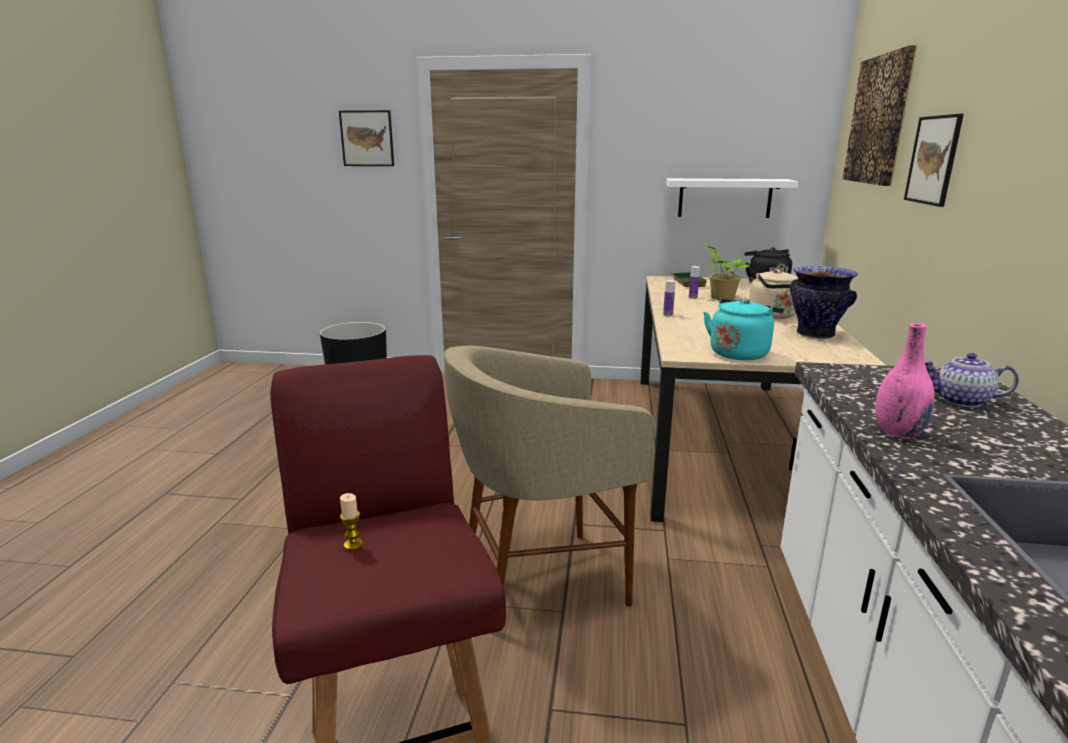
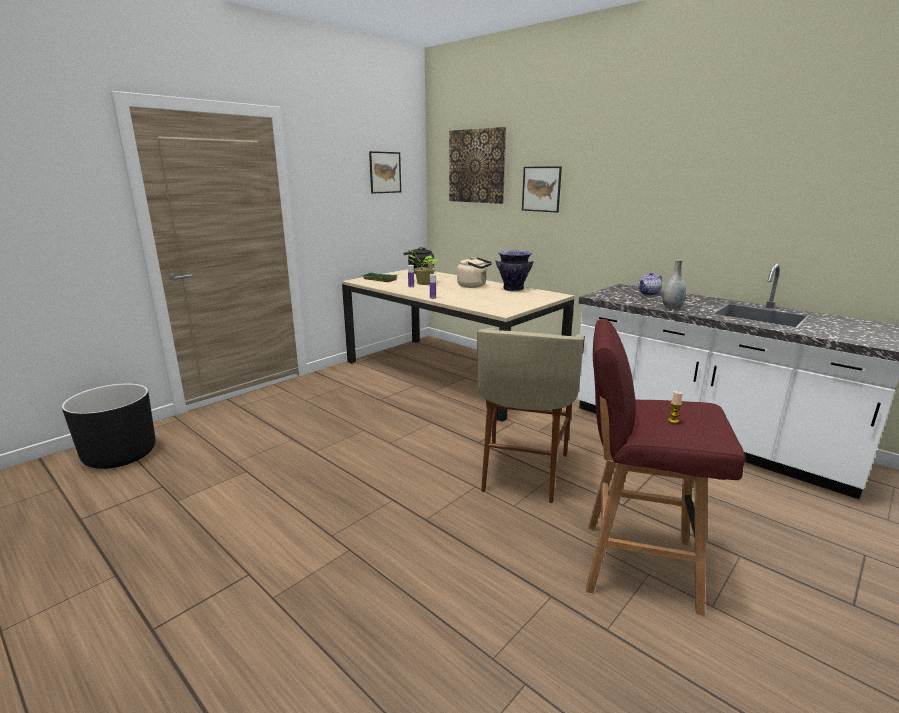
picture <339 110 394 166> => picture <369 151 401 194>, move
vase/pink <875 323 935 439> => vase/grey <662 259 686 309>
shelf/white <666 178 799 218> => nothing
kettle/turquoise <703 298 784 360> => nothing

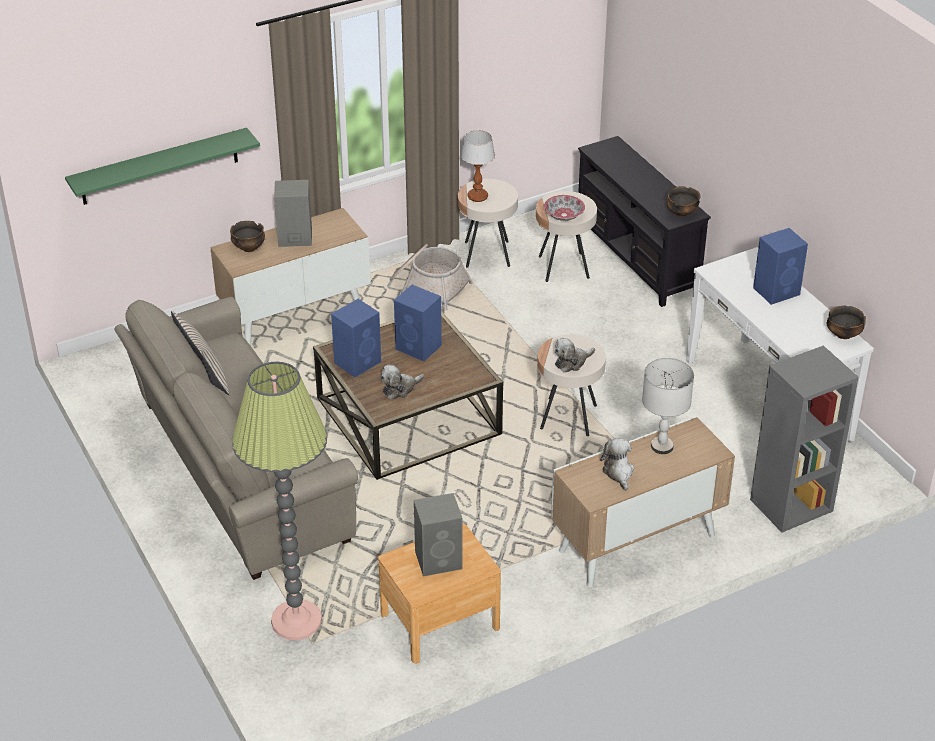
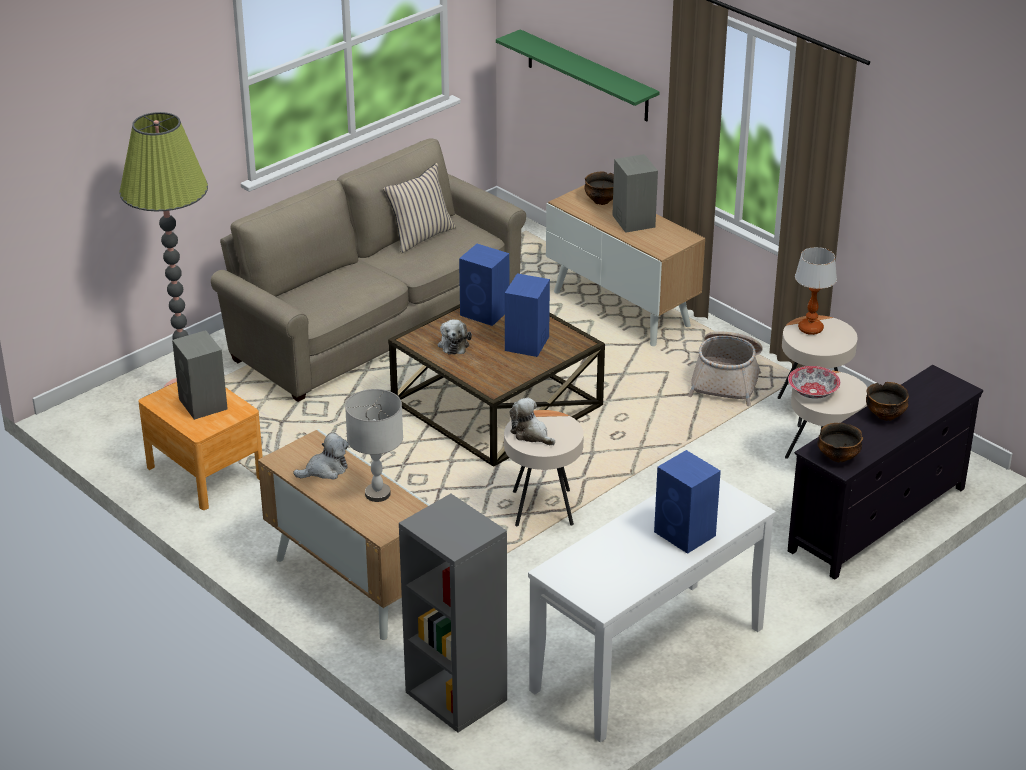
plush toy <381 365 424 400> => plush toy <438 319 472 355>, 135 degrees counterclockwise
bowl <826 306 866 339> => bowl <866 382 909 421>, move

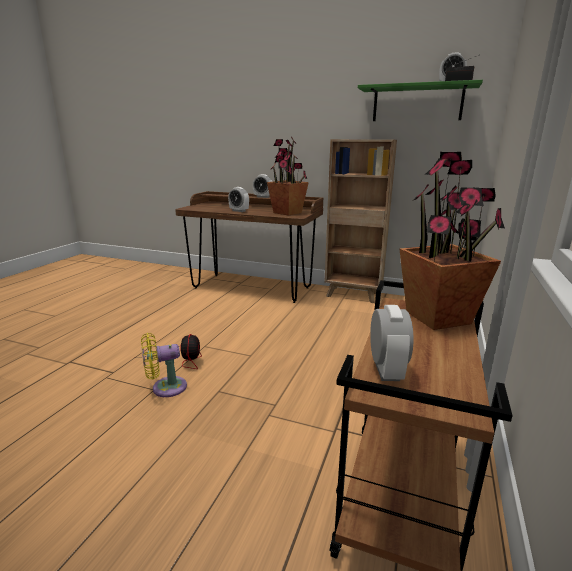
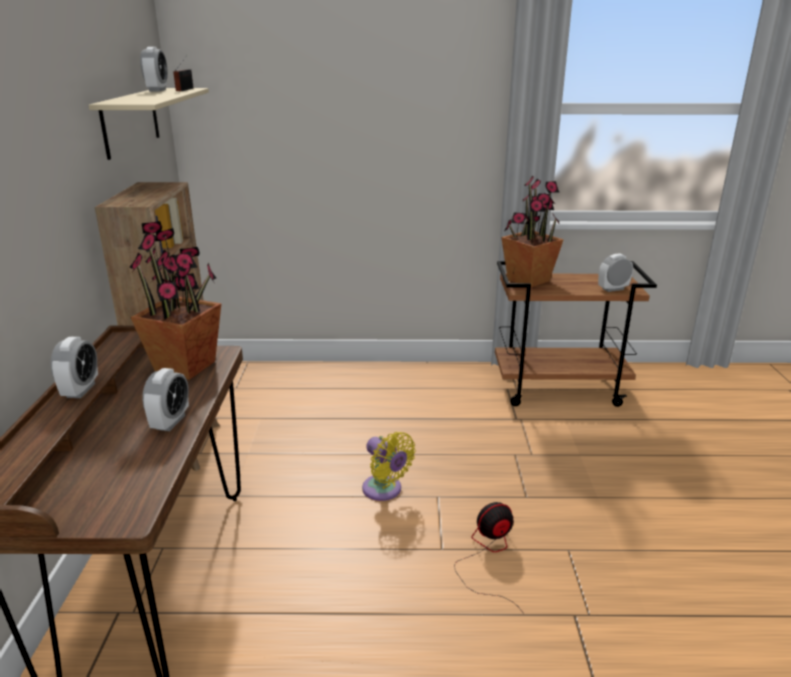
shelf/green <358 80 483 121> => shelf/beige <88 88 209 160>
fan/yellow <141 333 187 397> => fan/yellow <362 432 416 501>, move

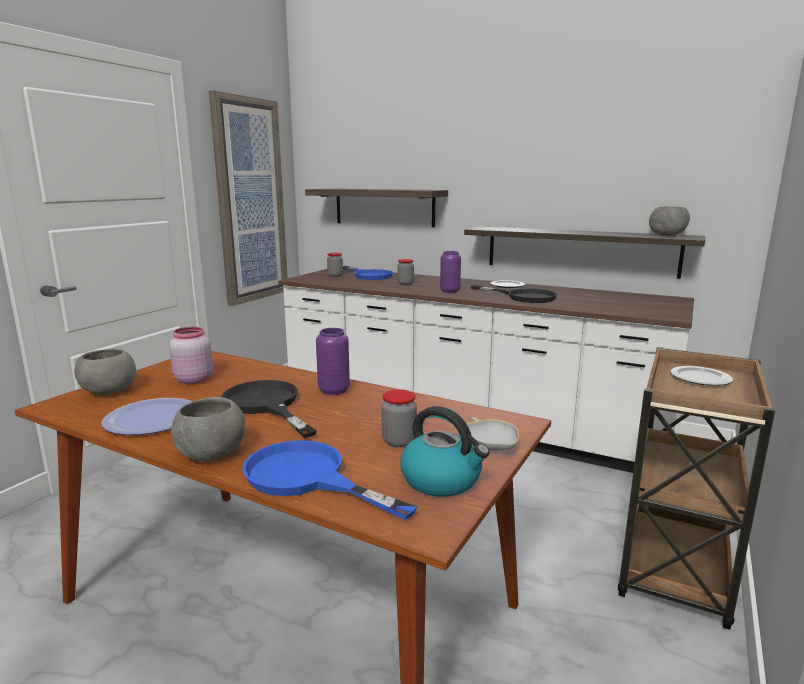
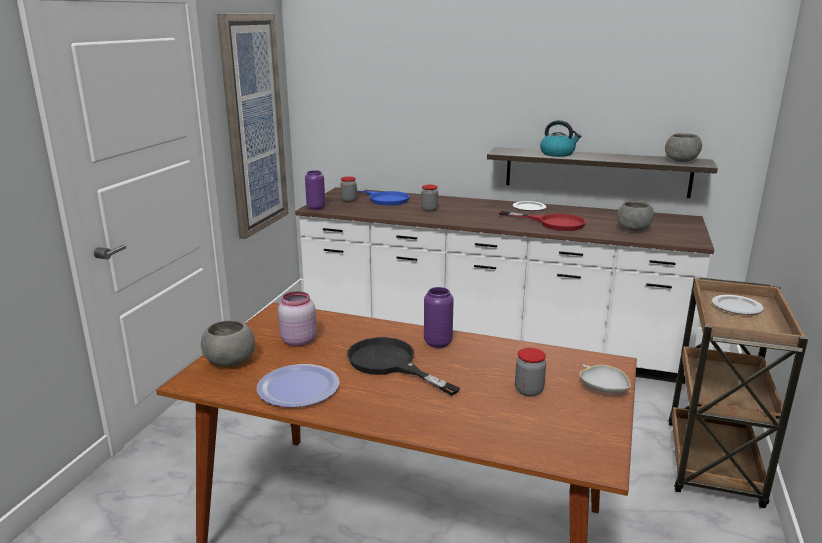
vase/purple <440 251 461 293> => vase/purple <305 170 325 210>, move
frying pan/black <470 285 557 303> => frying pan/red <499 211 586 231>
kettle <400 406 490 497> => kettle <540 120 581 157>, move
bowl/grey <171 397 245 462> => bowl/grey <617 201 654 231>, move
frying pan/blue <242 440 418 520> => nothing
shelf <305 189 448 227> => nothing

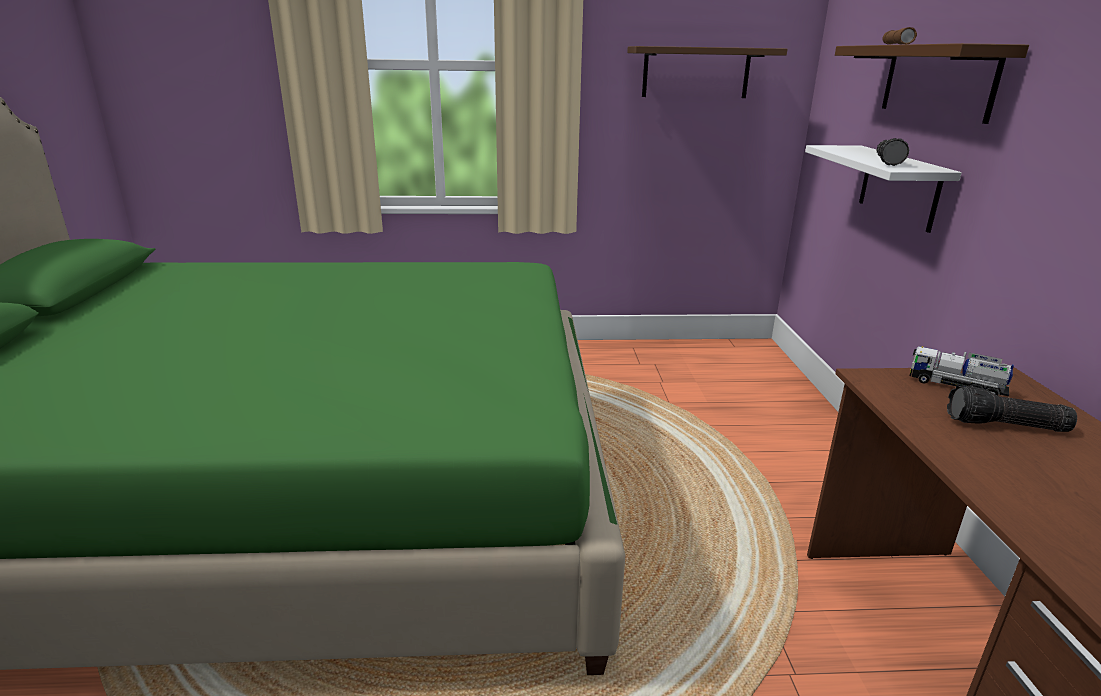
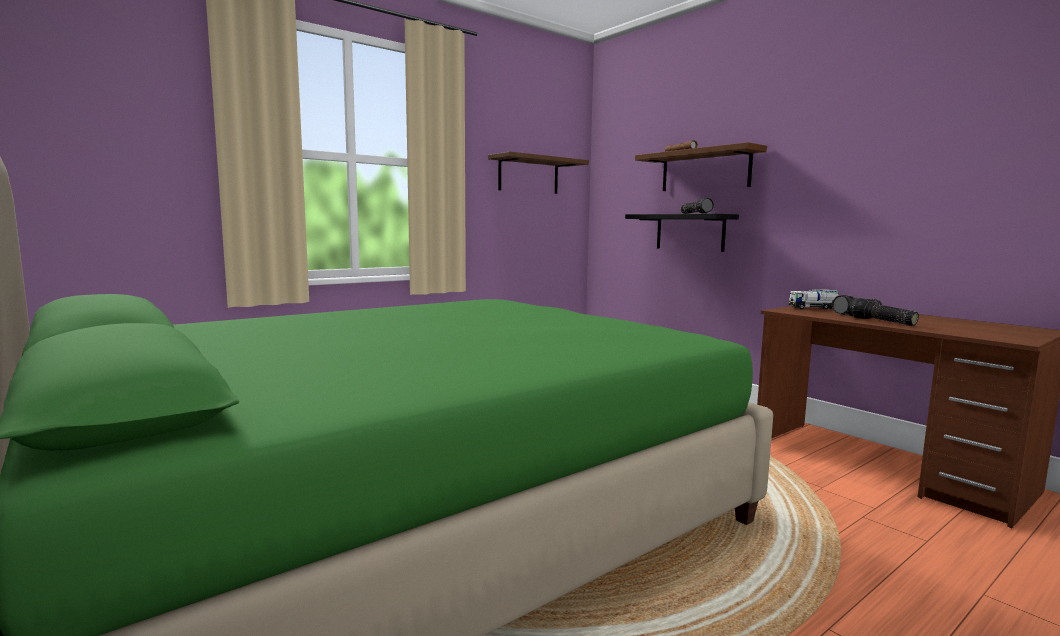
shelf/white <805 145 962 233> => shelf/black <625 214 739 252>
nothing => flashlight <848 298 919 326>

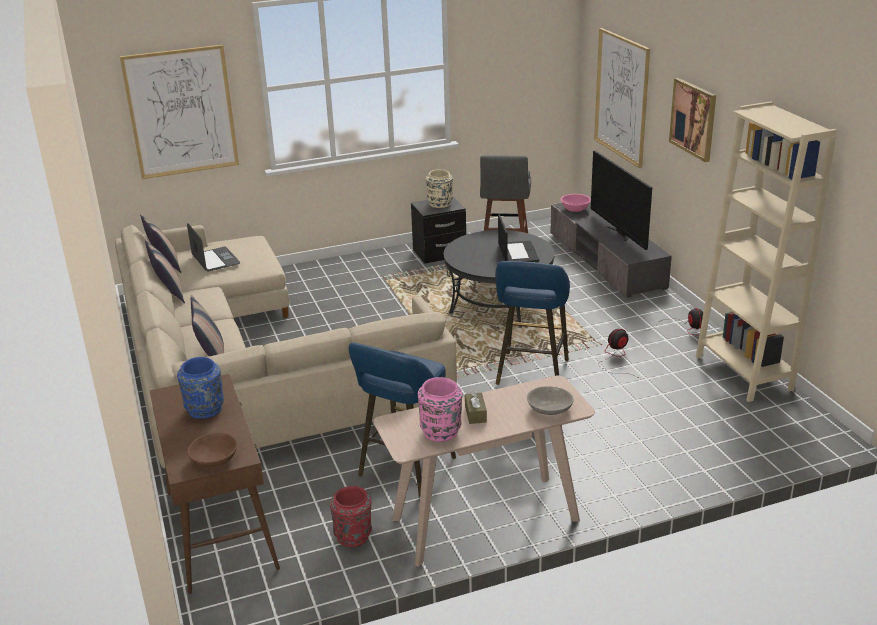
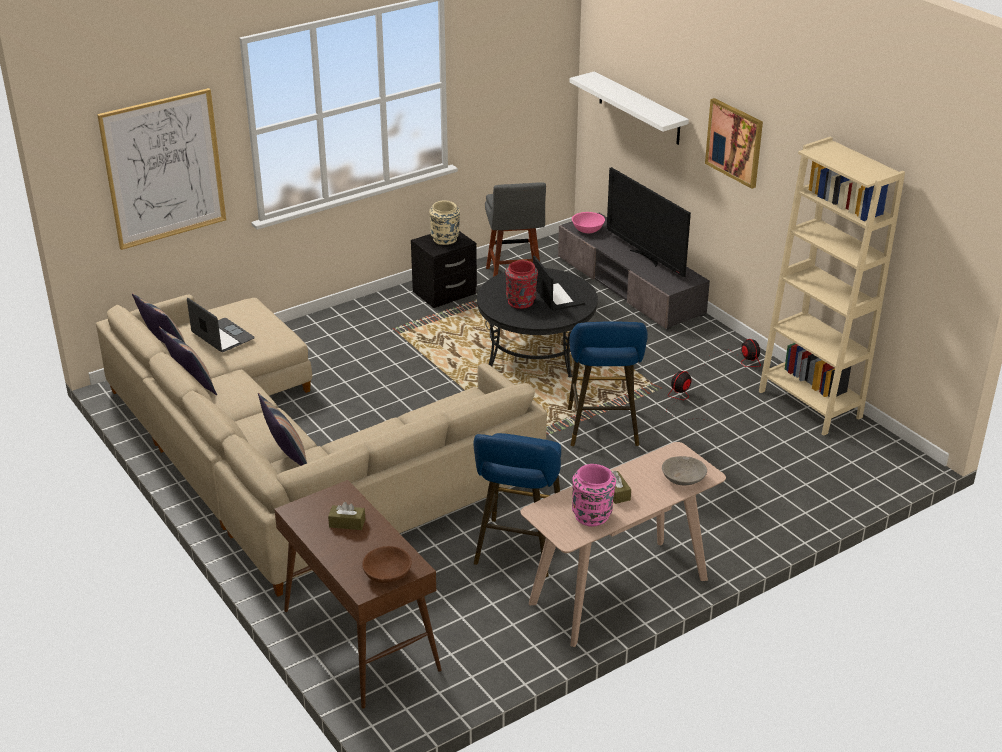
vase/blue <177 357 224 419> => tissue box/brown <328 502 365 530>
vase/red <330 486 372 547> => vase/red <505 260 538 309>, move
picture <594 28 650 168> => shelf/white <569 71 689 145>

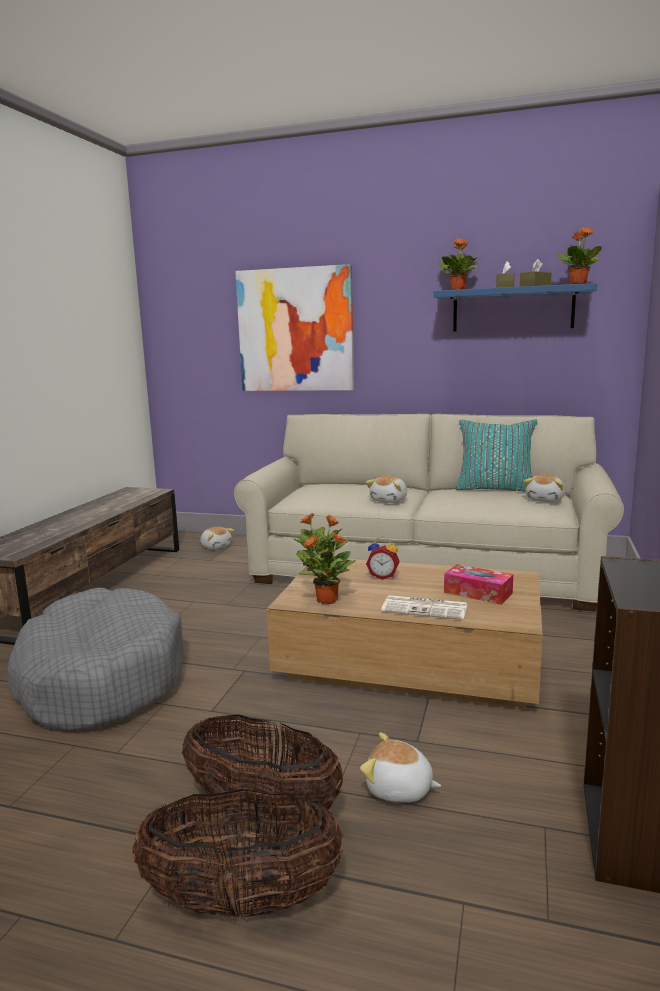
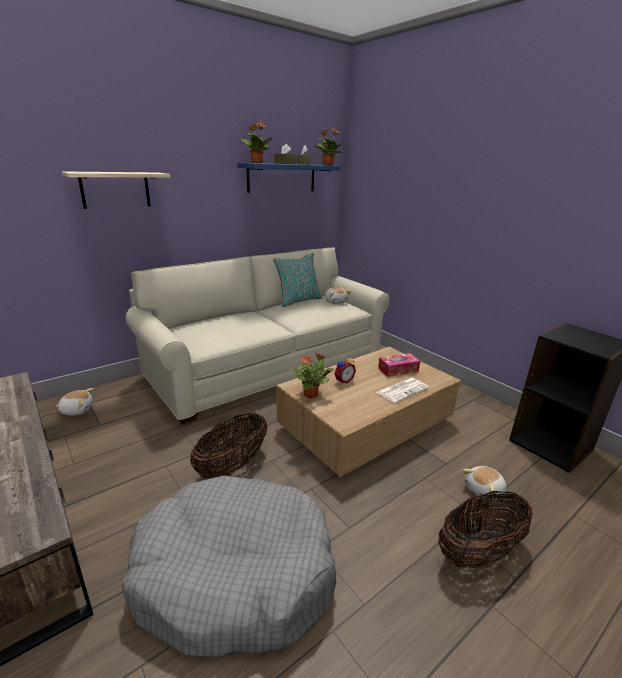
picture <235 264 354 391> => shelf <62 171 170 209>
basket <132 789 344 918> => basket <190 413 267 479>, move
potted plant <297 532 356 604> => nothing
plush toy <366 476 407 503> => nothing

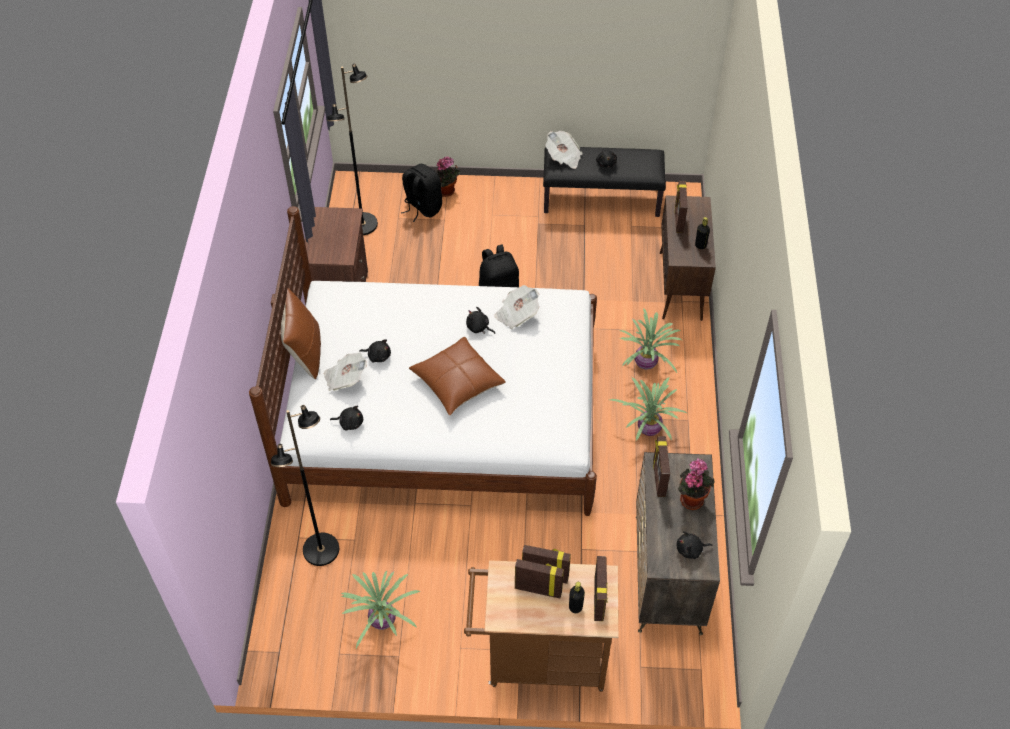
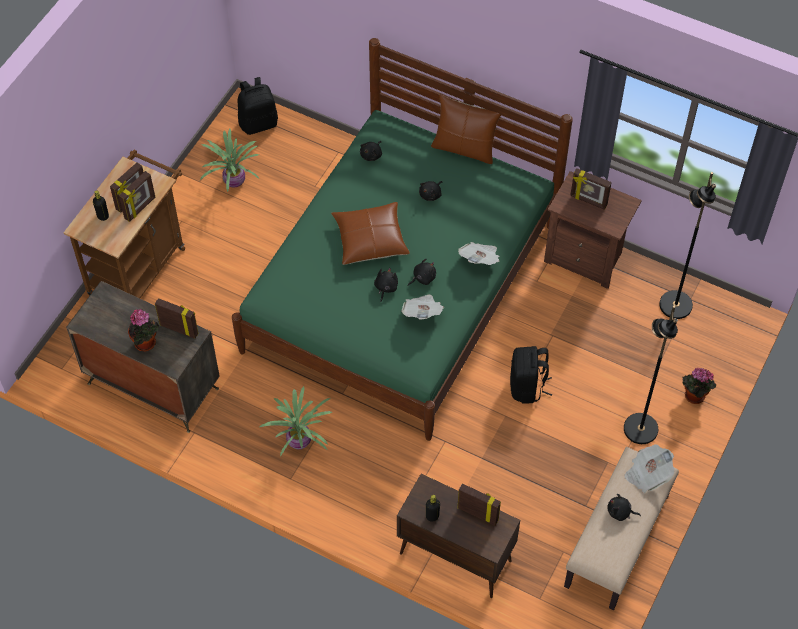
bed/white <249 206 597 516> => bed/green <232 38 573 441>
backpack/black <401 164 442 222> => backpack/black <238 77 278 135>, move
plush toy/black <677 531 713 559> => plush toy/black <374 268 398 302>, move
newspaper <324 352 367 391> => newspaper <458 242 500 265>, move
bench/black <543 147 666 217> => bench/beige <564 447 679 610>
picture frame <594 556 608 621> => picture frame <570 168 612 210>, move
floor lamp/black <271 405 339 566> => floor lamp/black <624 305 678 444>, move
potted plant <619 308 682 373> => nothing

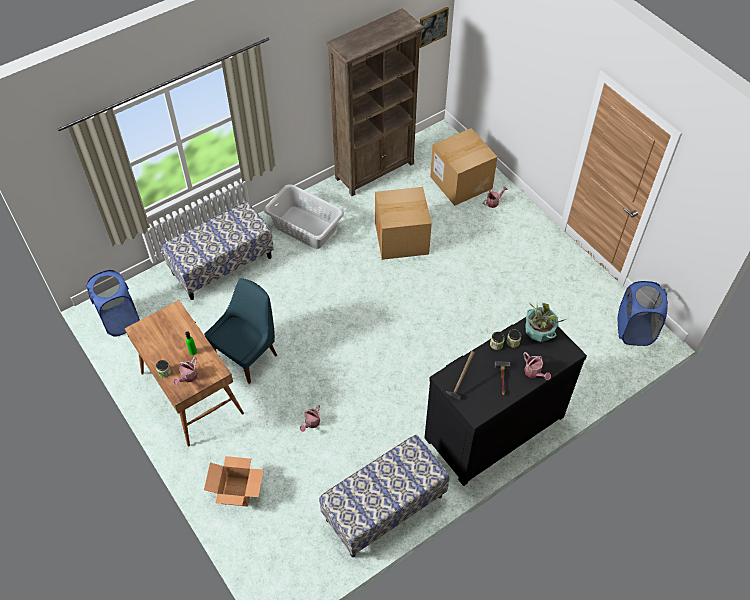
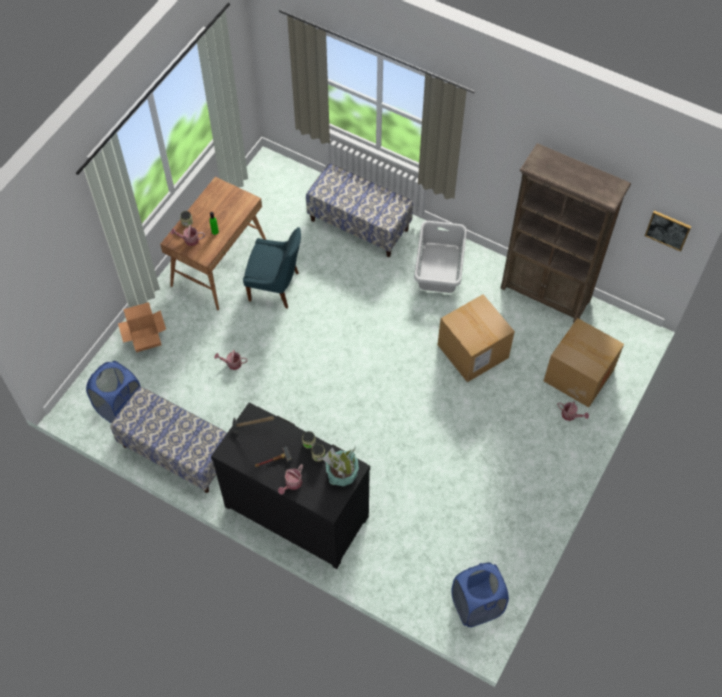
laundry basket/blue <86 270 140 337> => laundry basket/blue <86 361 141 423>, move

